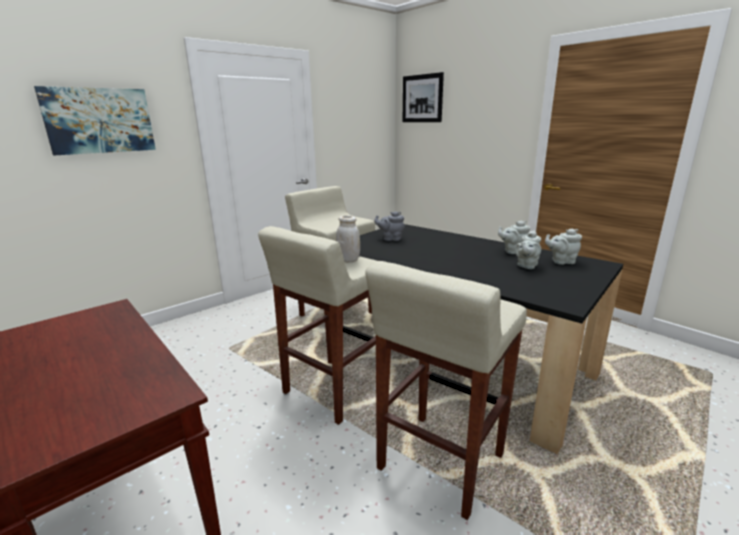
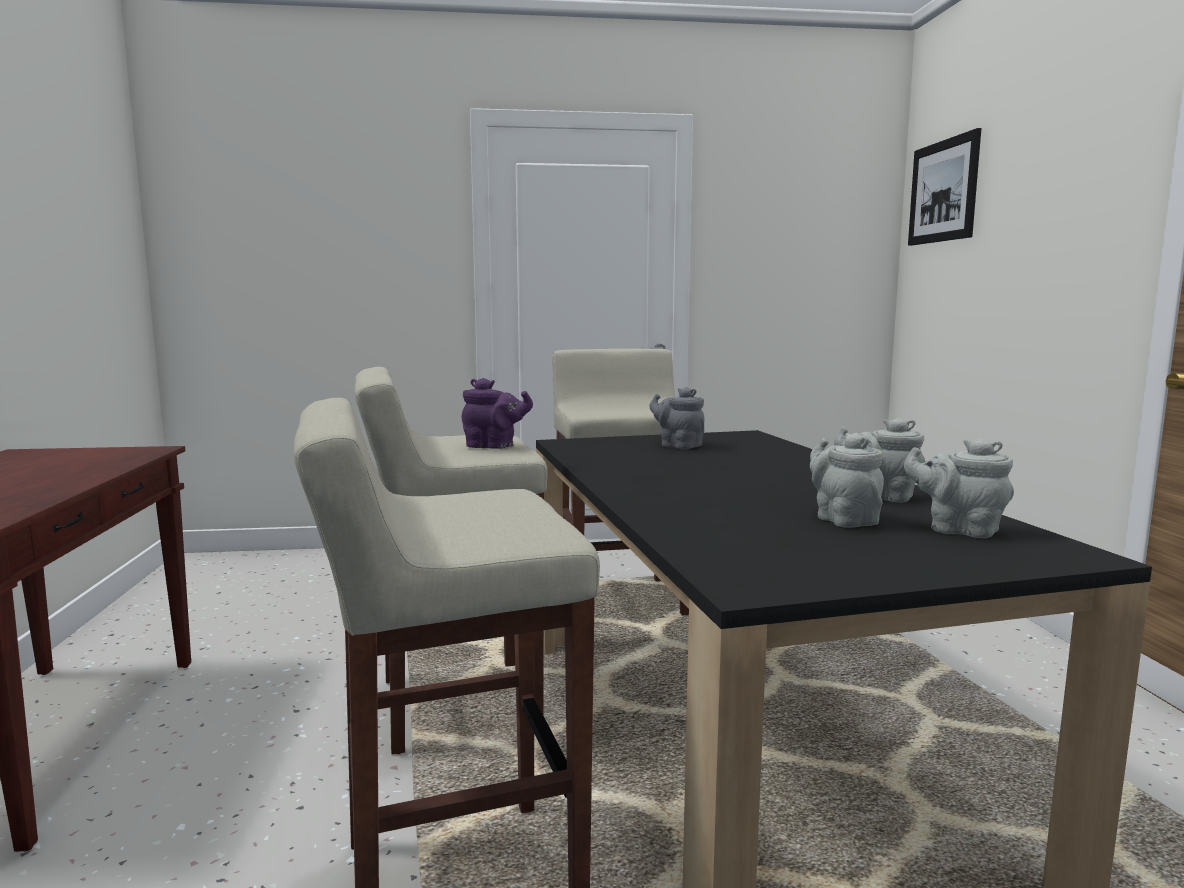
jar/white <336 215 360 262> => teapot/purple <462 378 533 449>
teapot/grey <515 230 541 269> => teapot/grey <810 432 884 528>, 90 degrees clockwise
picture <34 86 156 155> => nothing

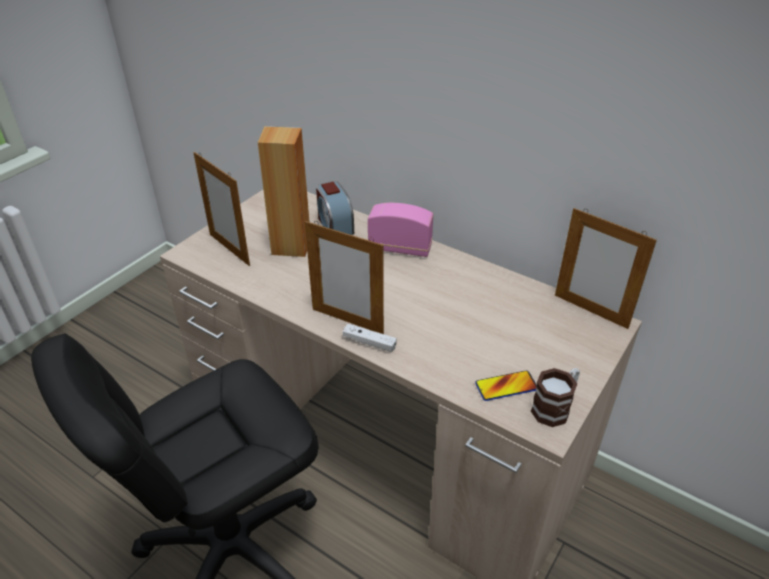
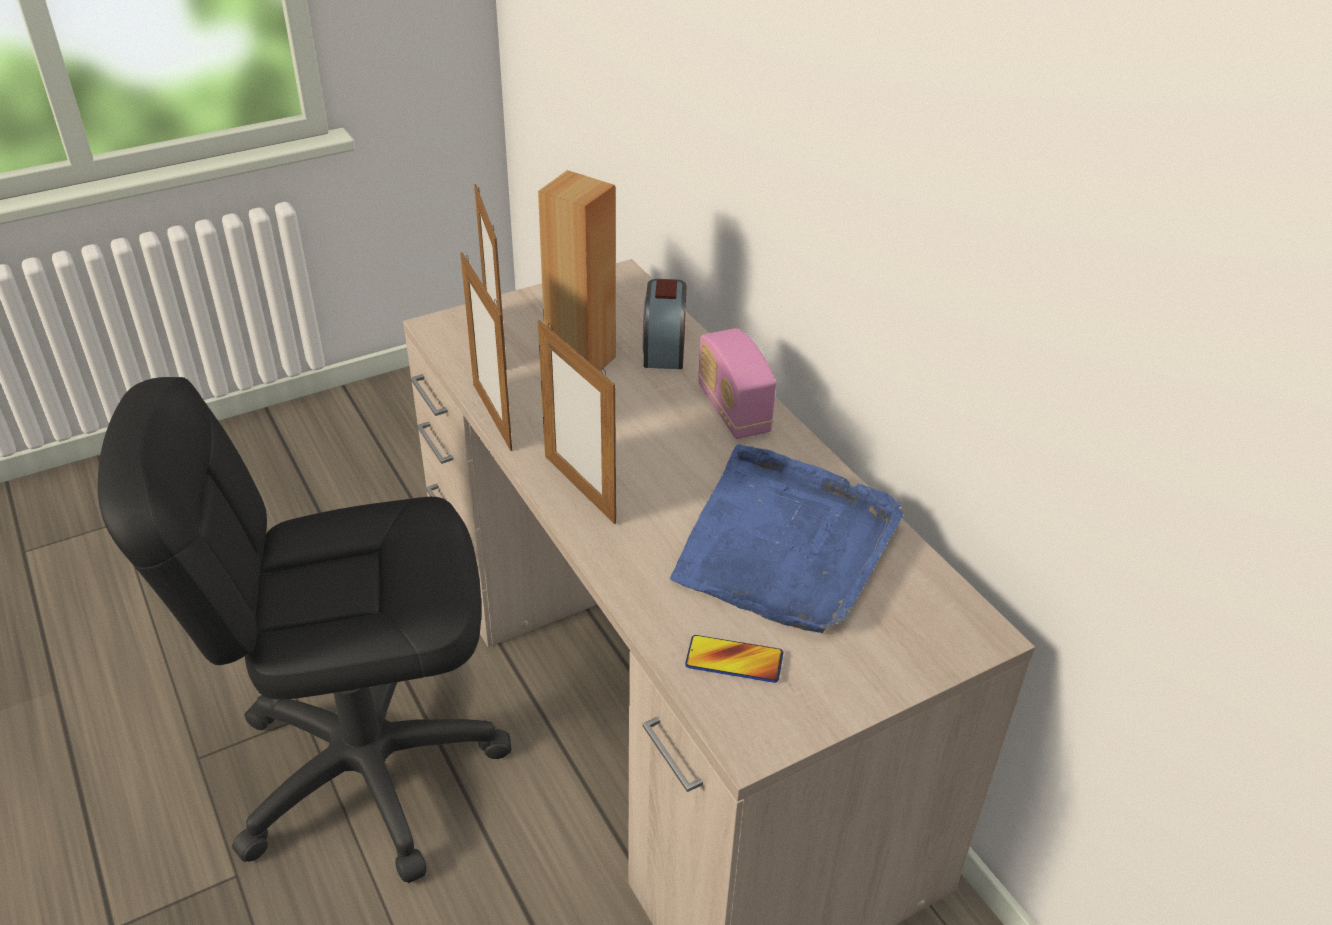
picture frame <555 208 657 329> => picture frame <460 252 512 451>, move
nothing => tray/blue <670 445 904 633>
radio <368 203 433 257> => radio <698 328 776 439>, 150 degrees counterclockwise
game controller/white <343 324 397 352> => nothing
mug <531 368 580 427> => nothing

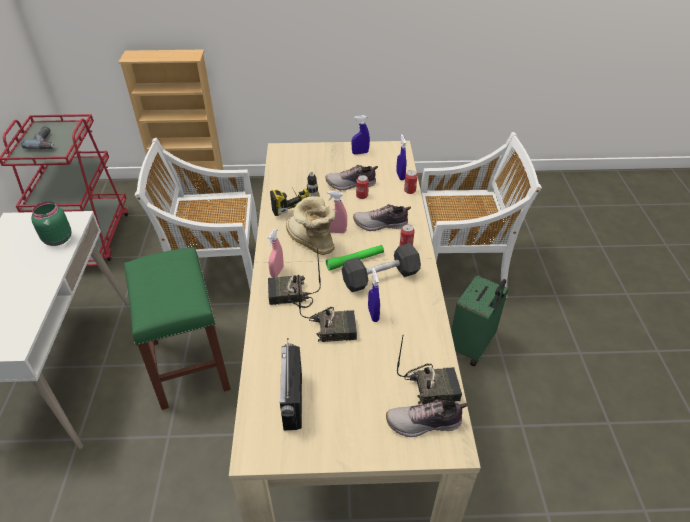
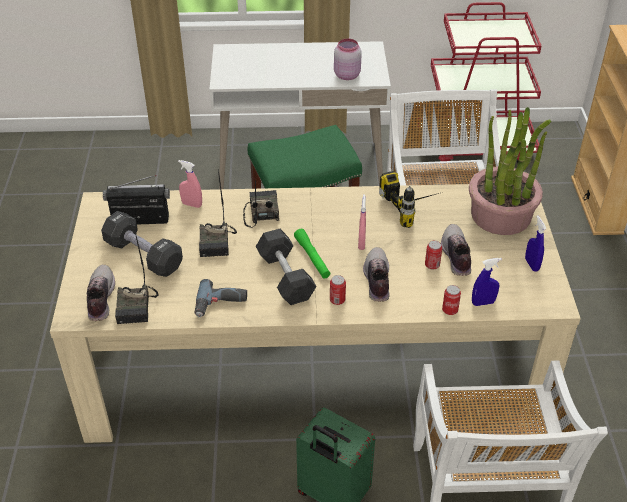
nothing => dumbbell/black <101 211 183 277>
spray bottle/pink <268 229 284 278> => spray bottle/pink <178 160 202 208>, move
power drill <21 126 55 149> => power drill <195 279 247 317>, move
jar/green <31 201 72 246> => jar/pink <334 39 362 80>
nothing => potted plant <469 107 551 235>
boot <286 196 335 255> => nothing
spray bottle/blue <368 268 380 322> => nothing

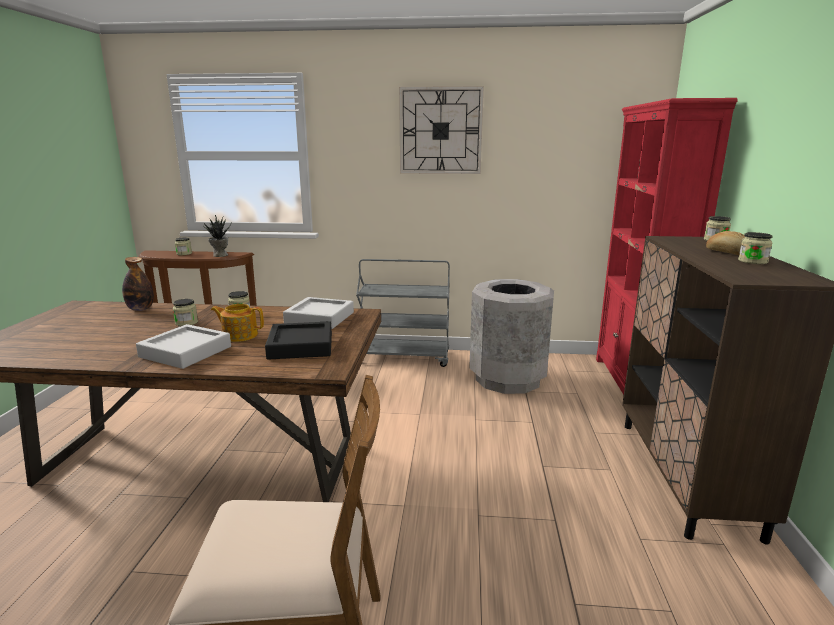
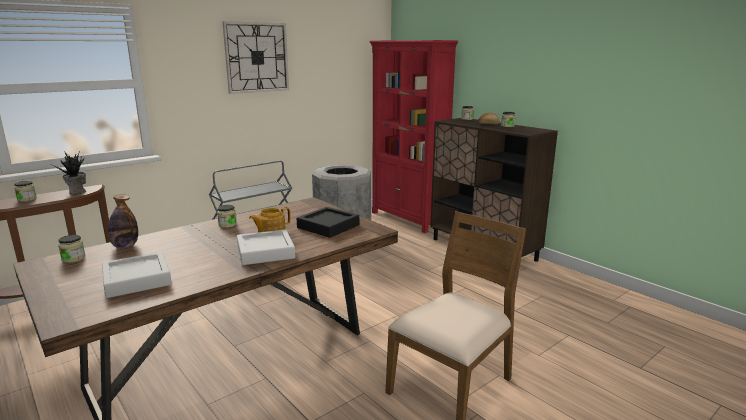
jar <173 299 198 326> => jar <58 235 86 263>, move
tray/grey <283 297 354 329> => tray/grey <102 252 172 298>, move

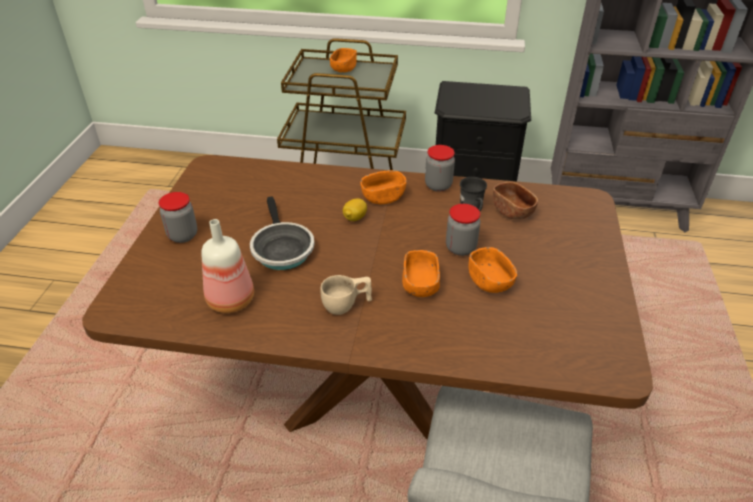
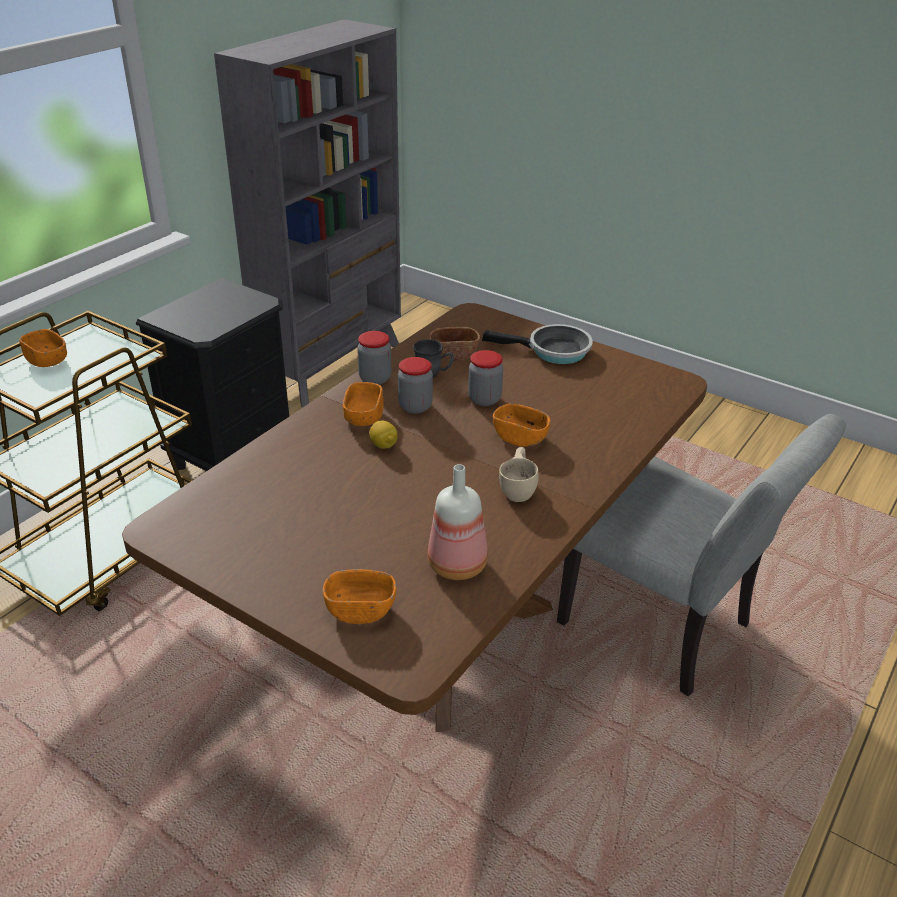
bowl/orange <468 247 517 293> => bowl/orange <323 569 397 624>, move
jar <159 192 197 243> => jar <398 357 433 414>, move
frying pan <250 196 315 270> => frying pan <482 324 593 364>, move

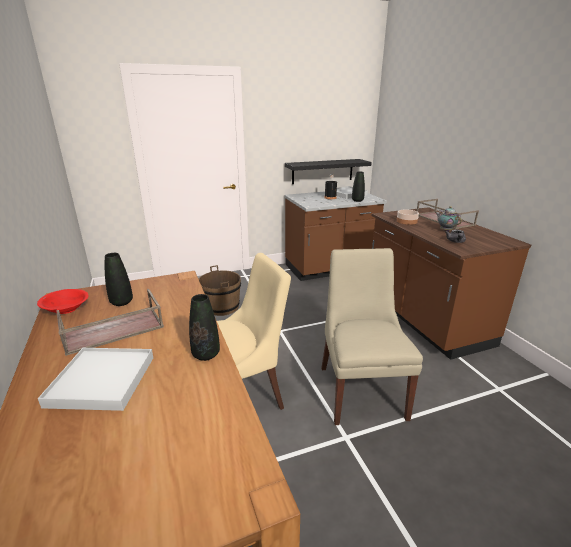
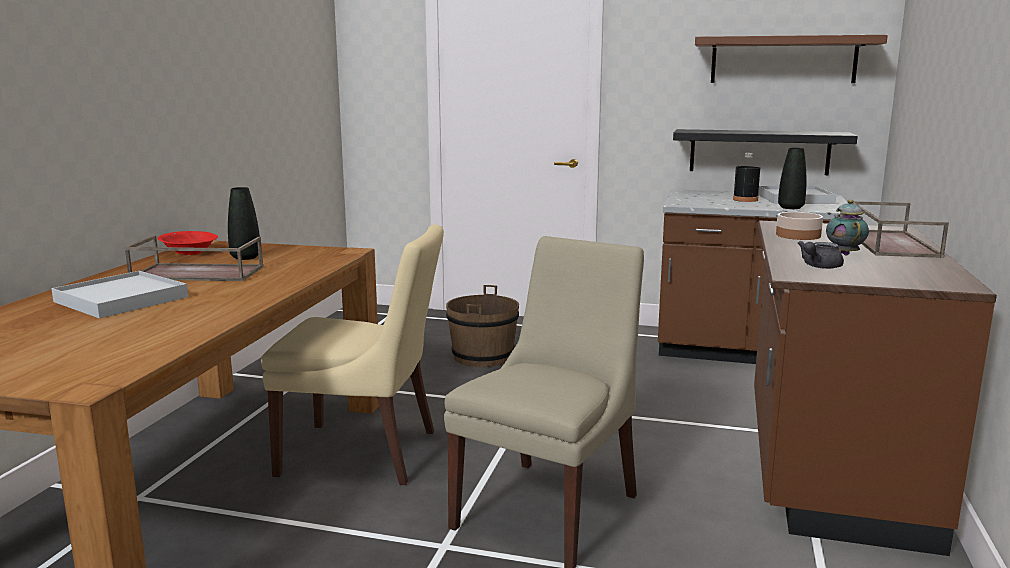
nothing => shelf/brown <695 35 888 83>
vase/black <189 294 220 361> => nothing

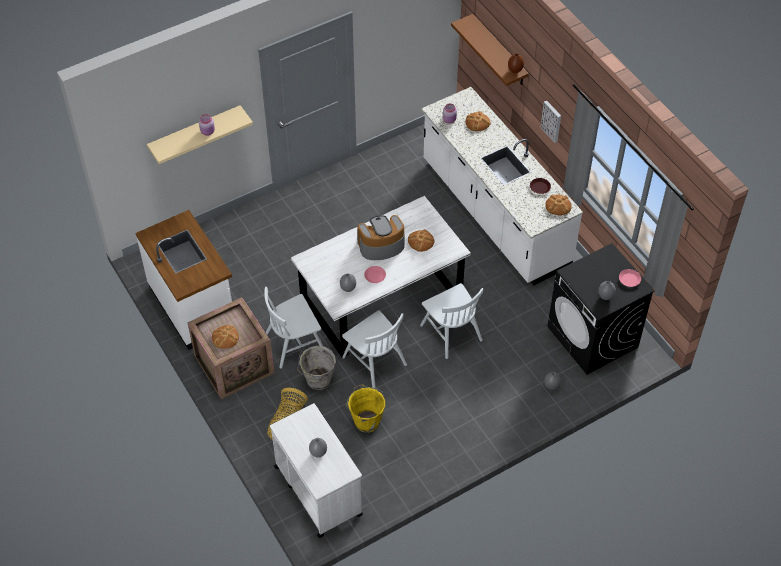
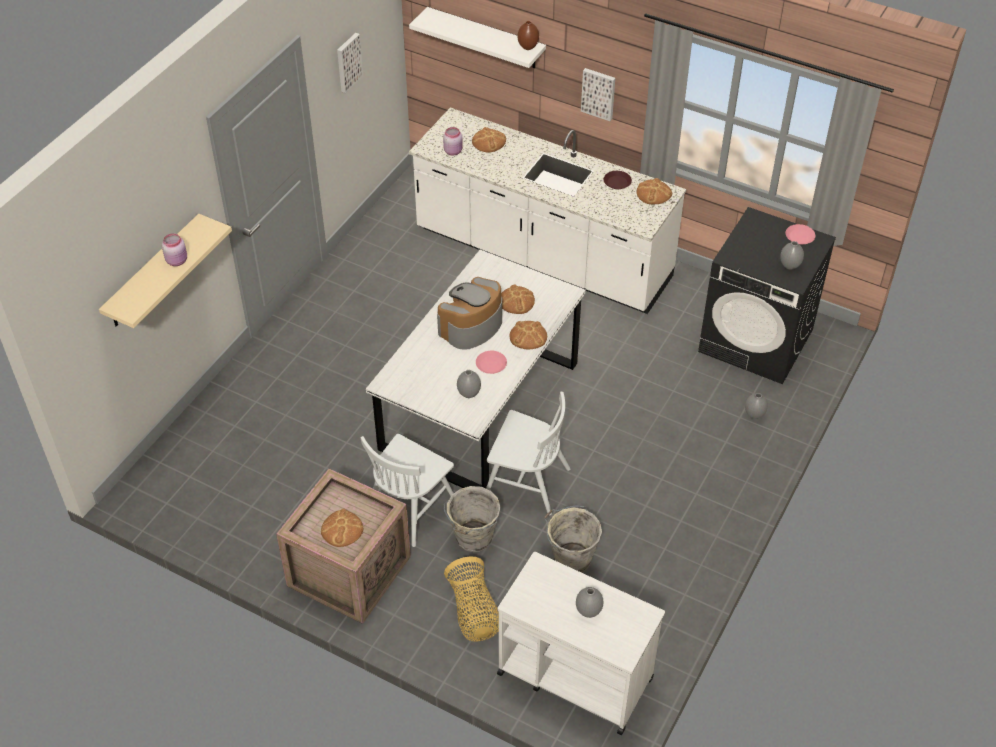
nothing => picture <337 33 363 93>
shelf/brown <451 14 529 86> => shelf/white <409 7 546 68>
nothing => bread <509 321 547 350>
bucket/yellow <347 384 385 433> => bucket/grey <544 505 602 573>
counter/white <135 210 232 350> => nothing
chair/white <420 283 483 359> => nothing

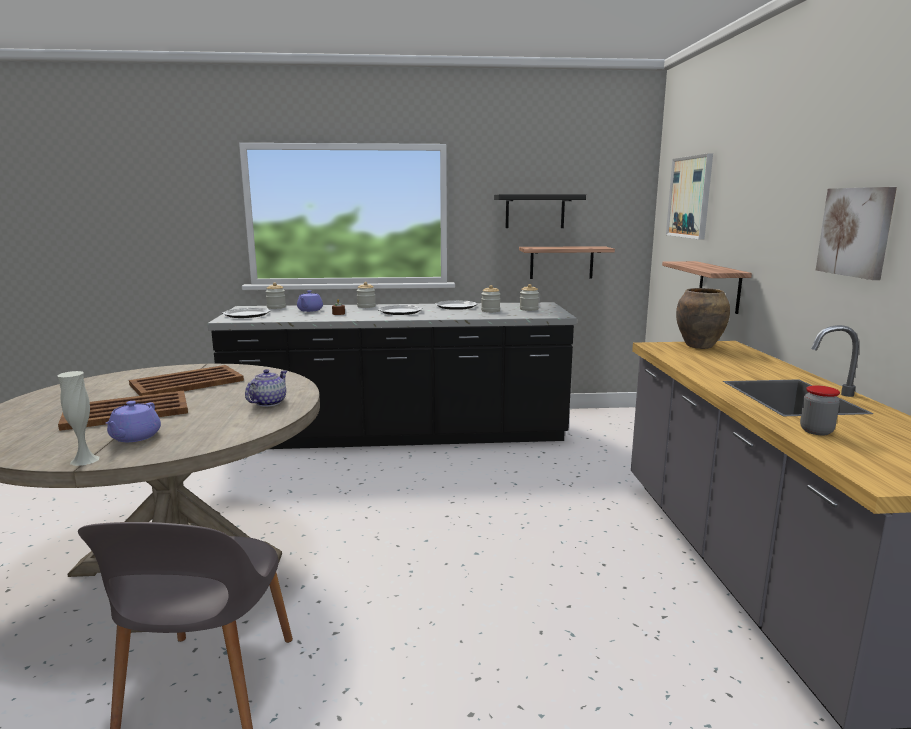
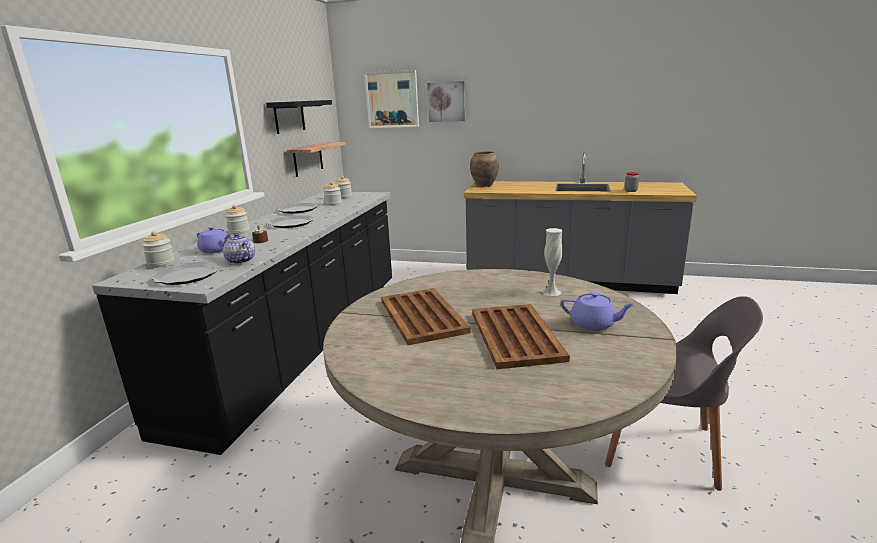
teapot <245 369 287 407> => teapot <223 233 255 264>, move
picture <816 187 897 280> => picture <427 81 466 122>, move
vase/white <57 371 100 466> => vase/white <542 228 563 296>, move
shelf <662 261 752 314> => nothing

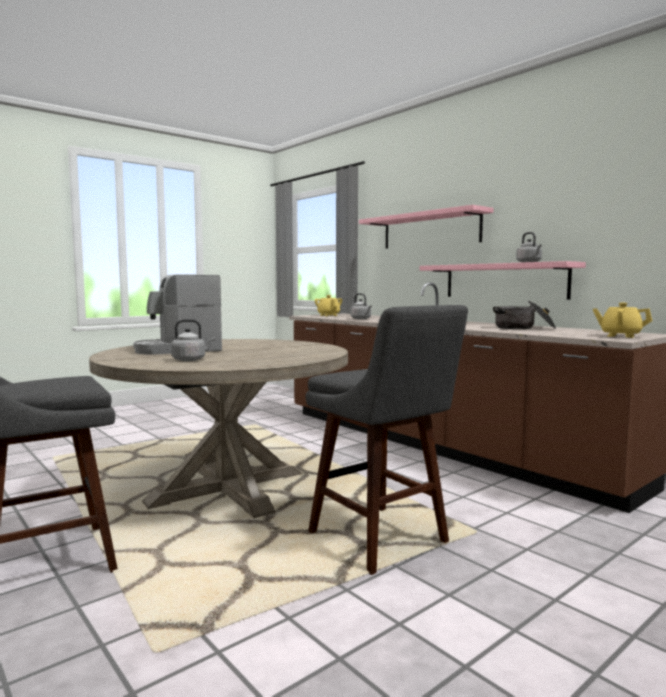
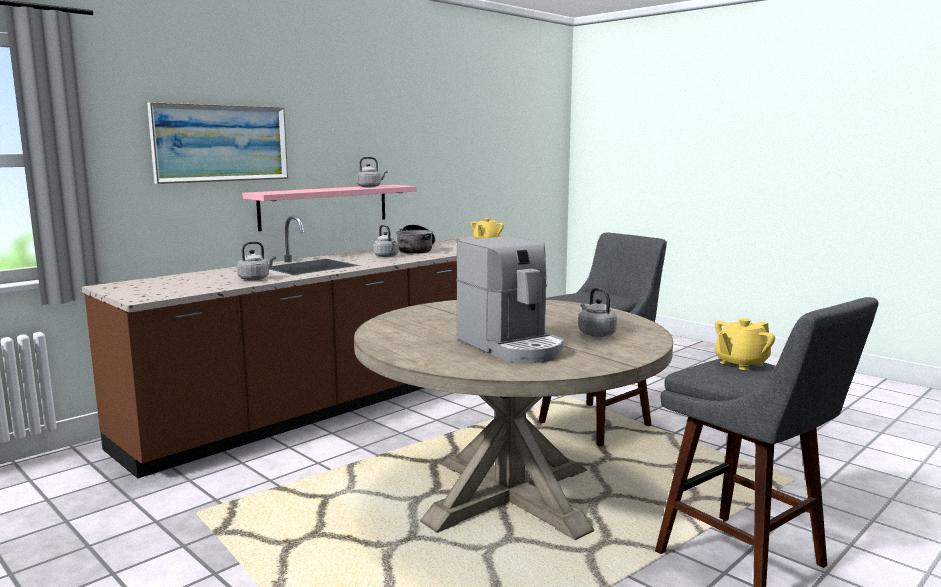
shelf/pink <359 205 493 249> => picture <147 102 288 184>
nothing => kettle/grey <373 225 399 257>
teapot/yellow <315 295 342 316> => teapot/yellow <715 318 775 370>, move

